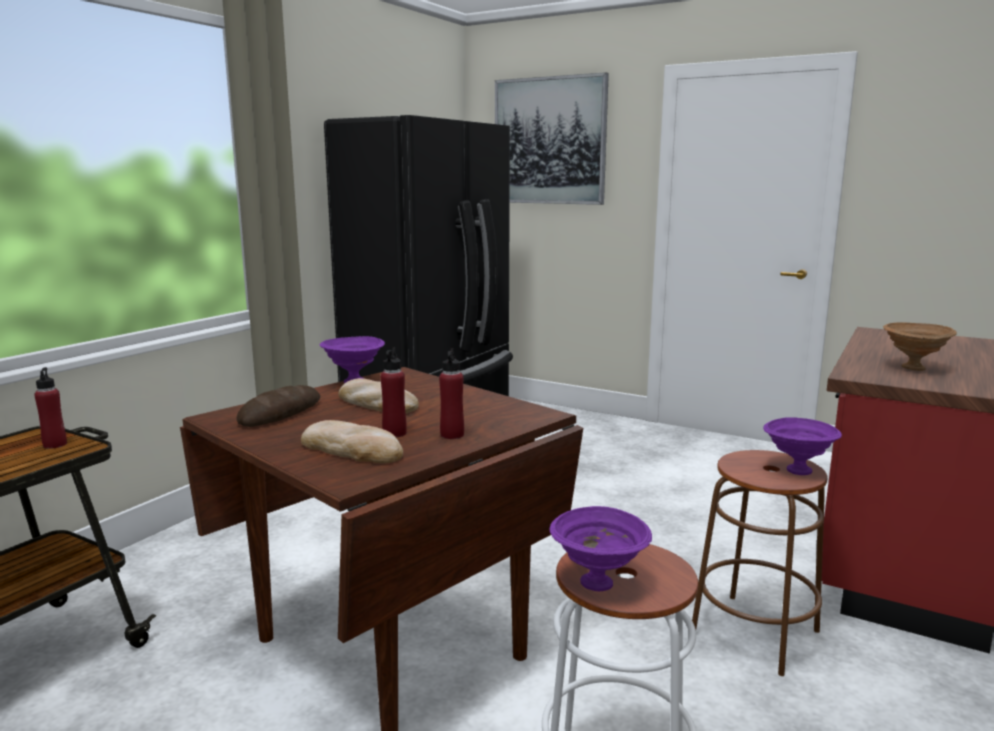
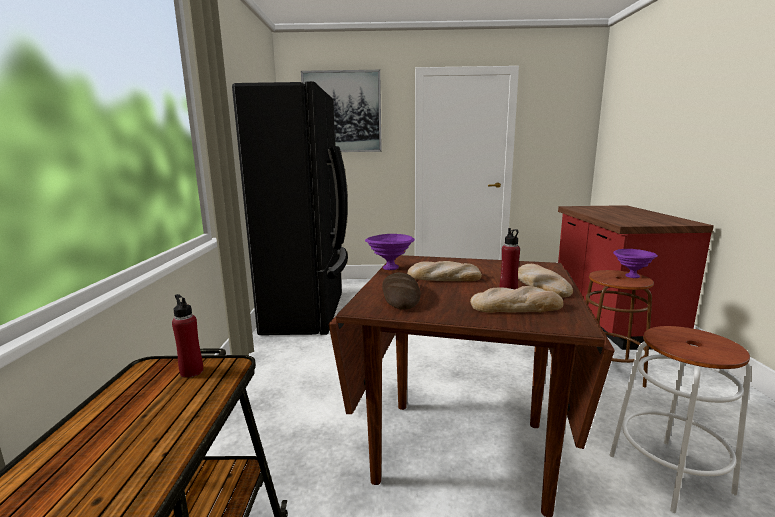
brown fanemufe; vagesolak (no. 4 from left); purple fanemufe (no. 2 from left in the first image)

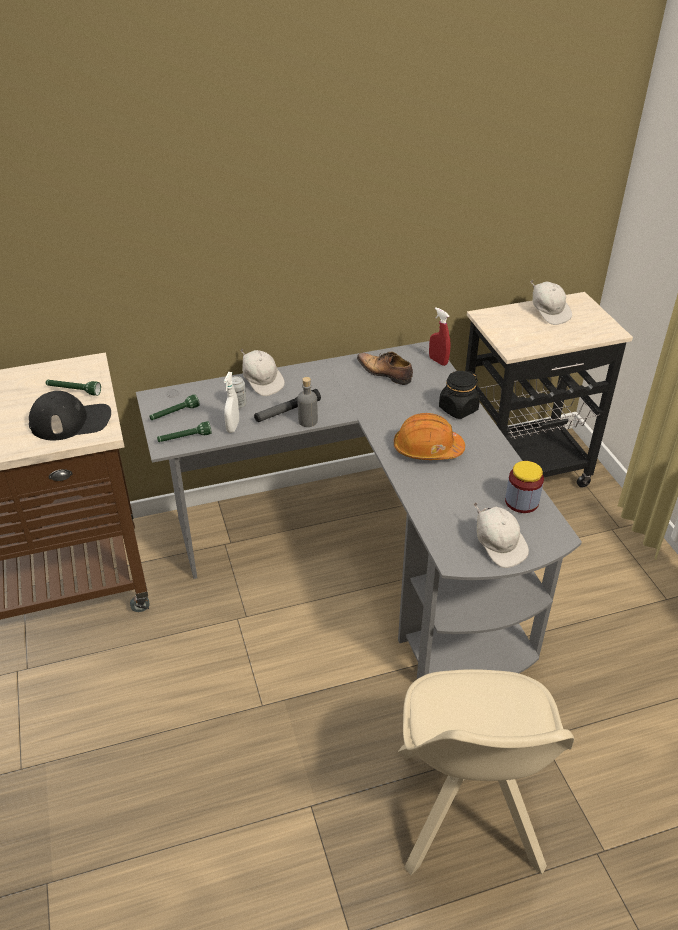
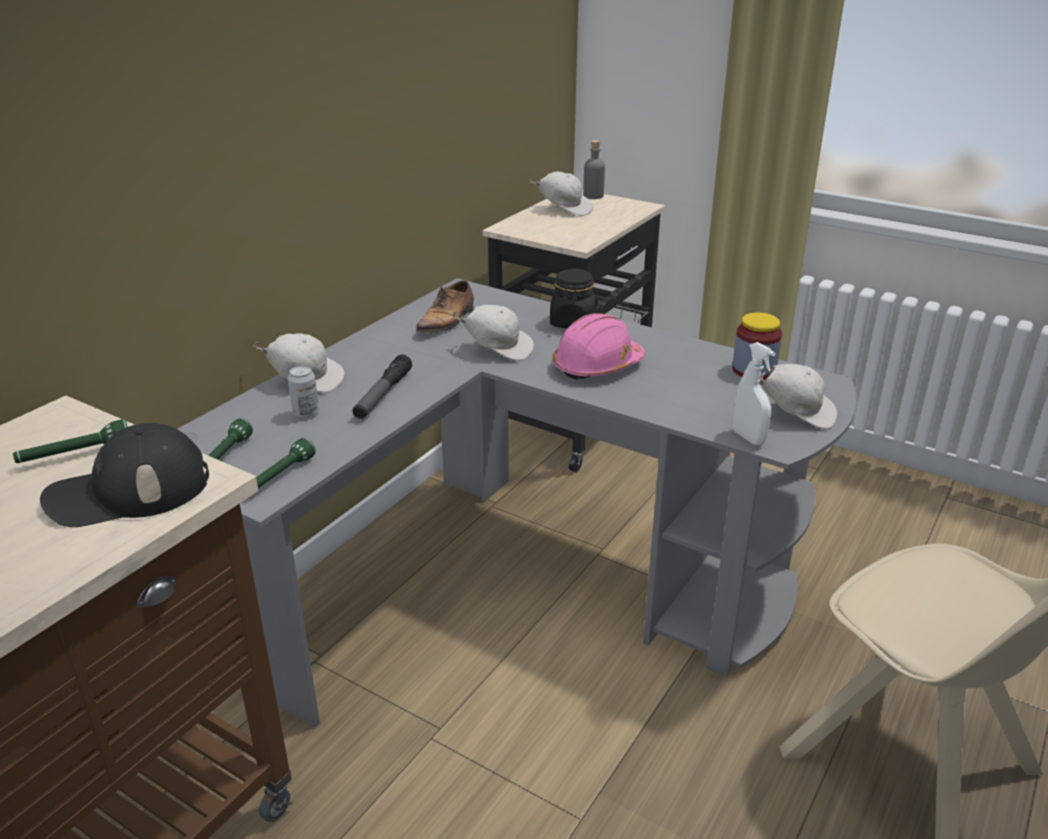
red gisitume; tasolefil; white gisitume; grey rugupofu; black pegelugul; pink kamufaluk; white pegelugul (no. 2 from left)

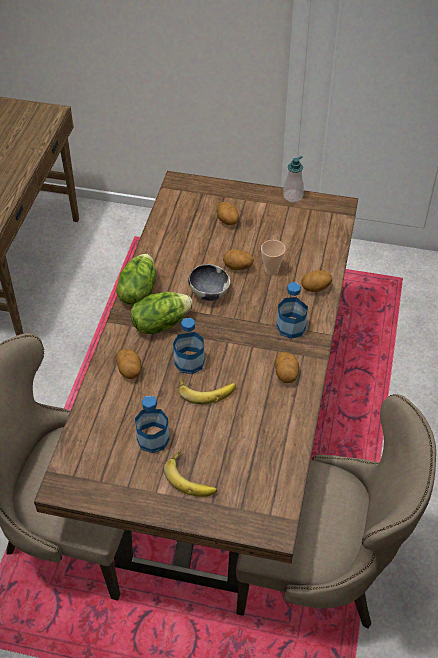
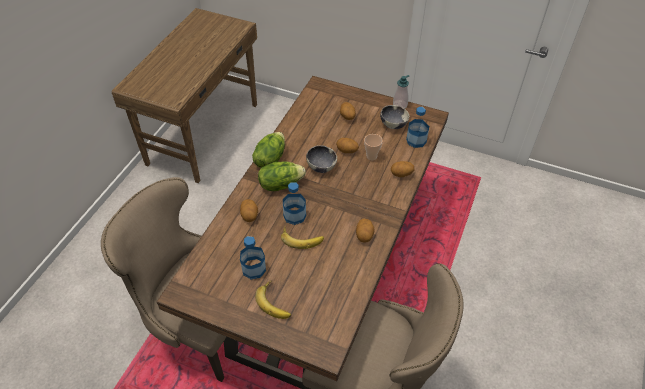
rugupofu (no. 3 from left); fanemufe (no. 2 from left)

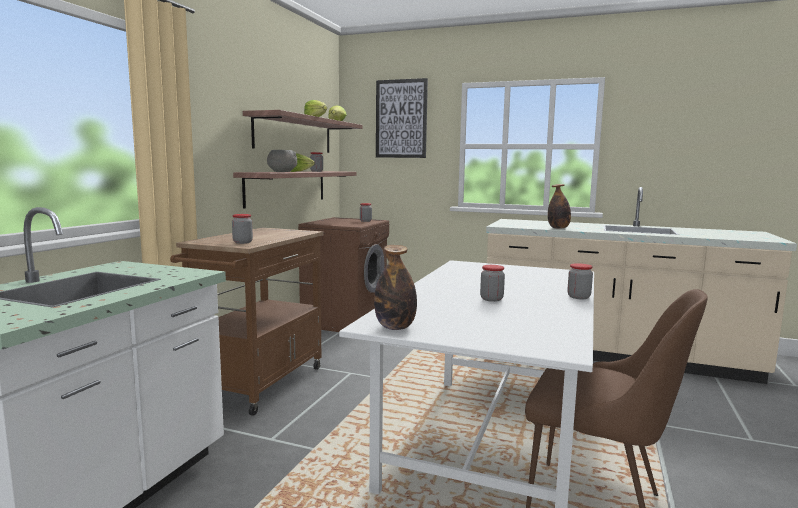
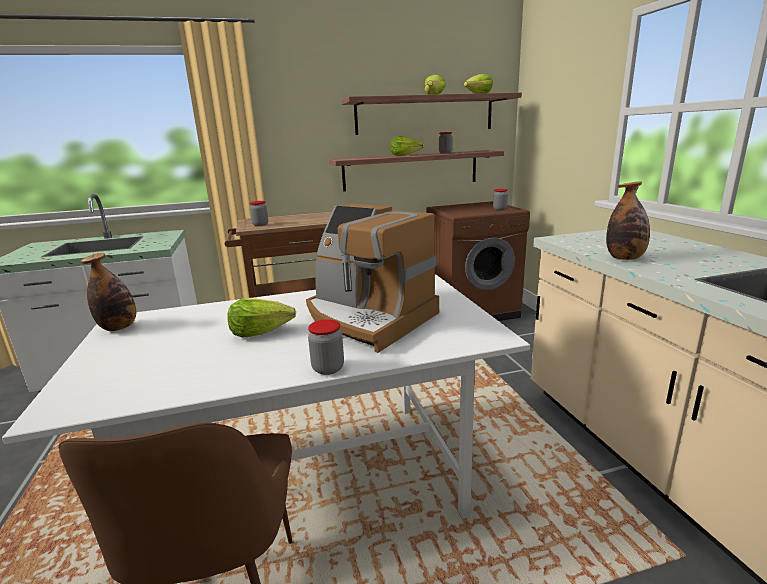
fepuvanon; grey fanemufe; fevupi (no. 1 from left); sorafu

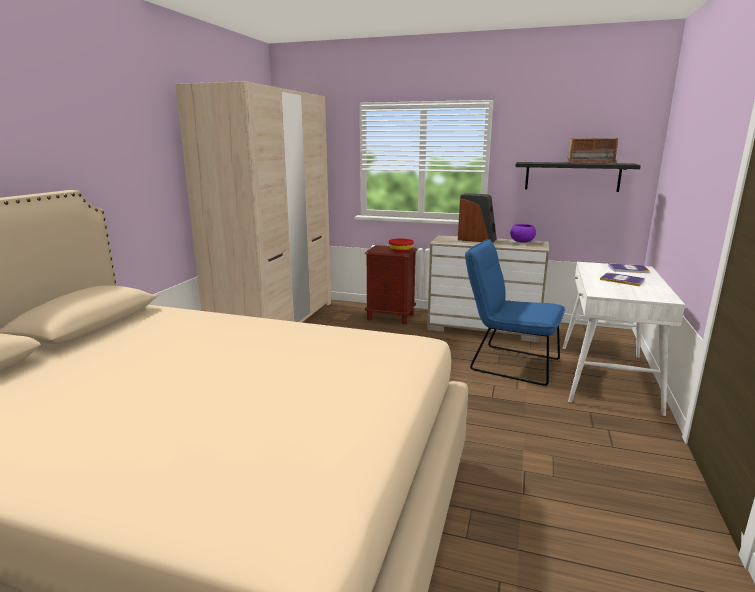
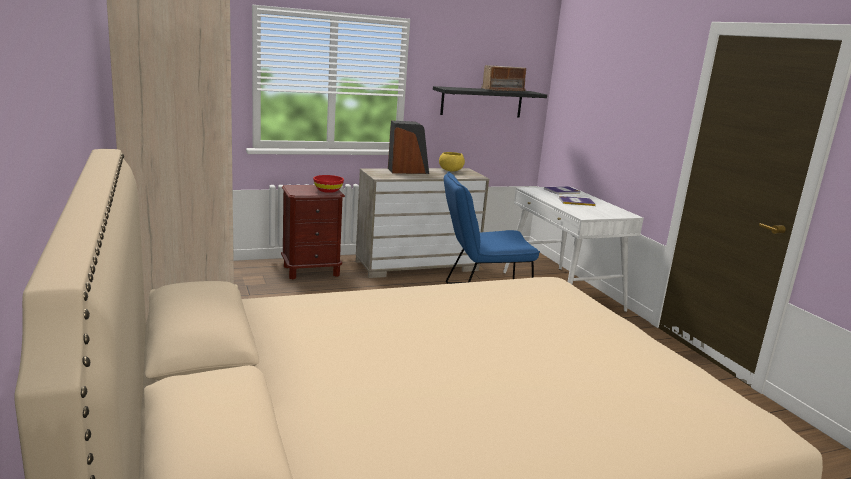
yellow fanemufe

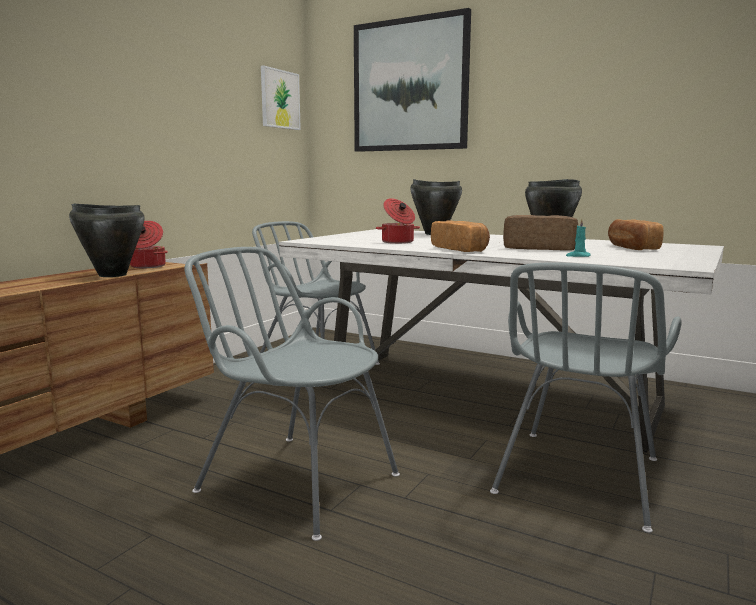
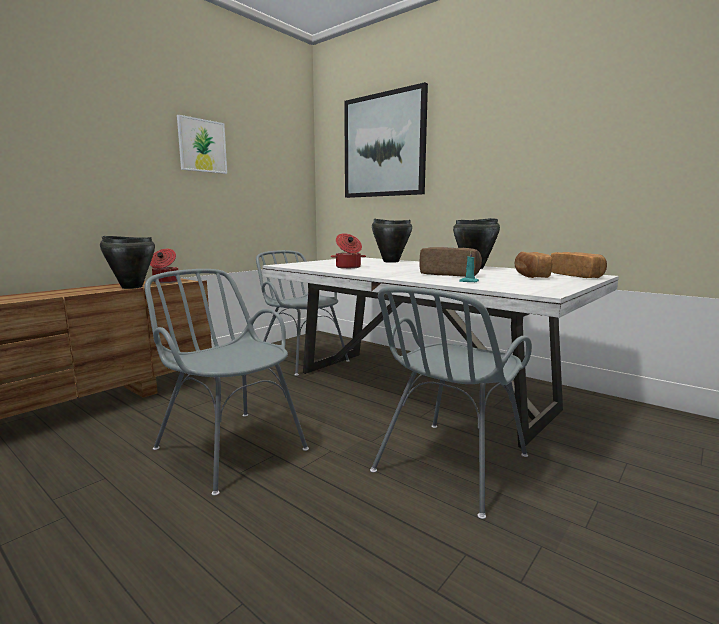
fepuvanon (no. 1 from left); vagesolak (no. 3 from left)

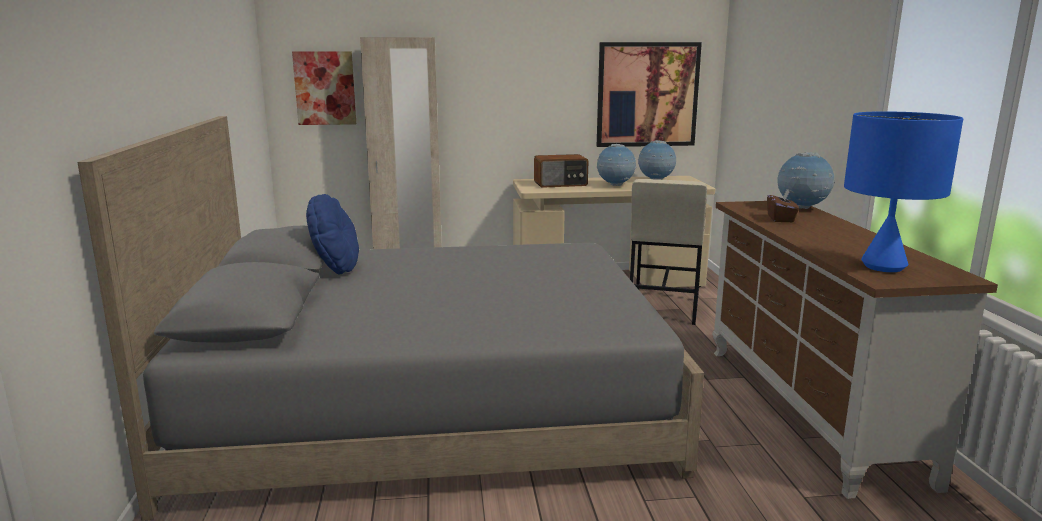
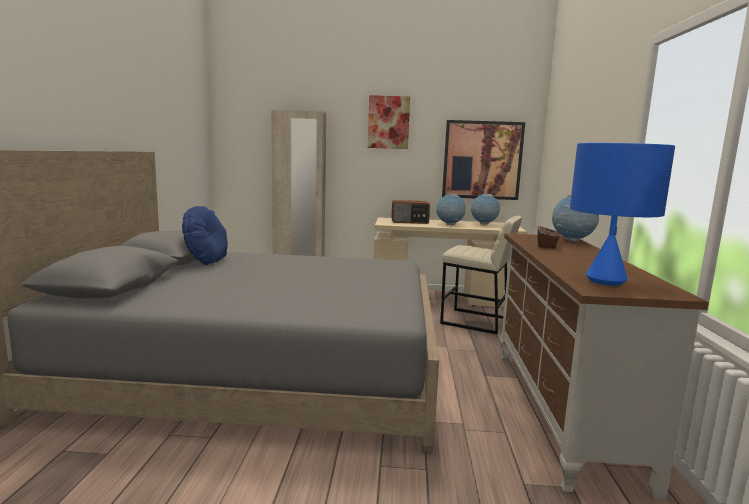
fepuvanon (no. 1 from left); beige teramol

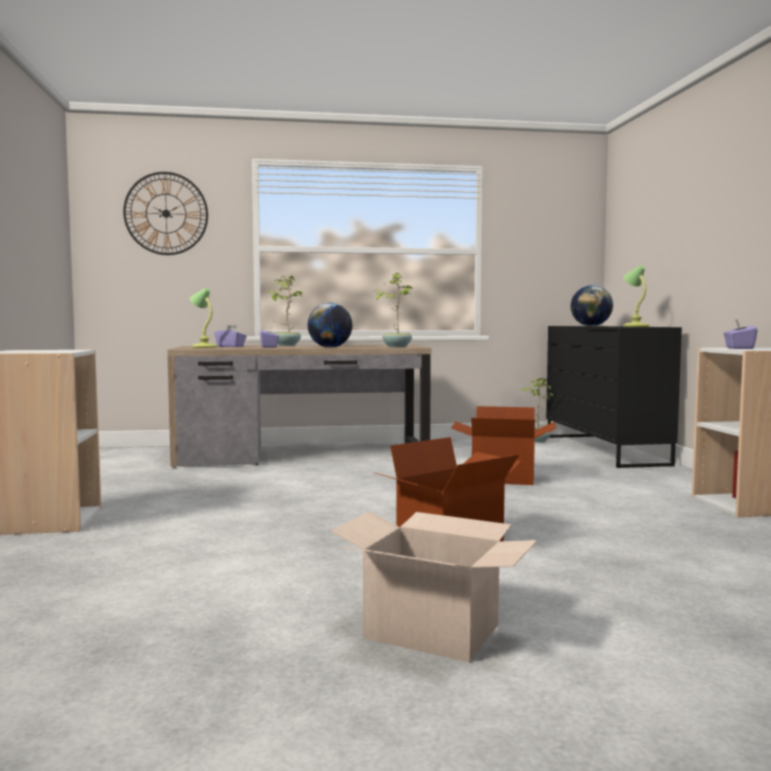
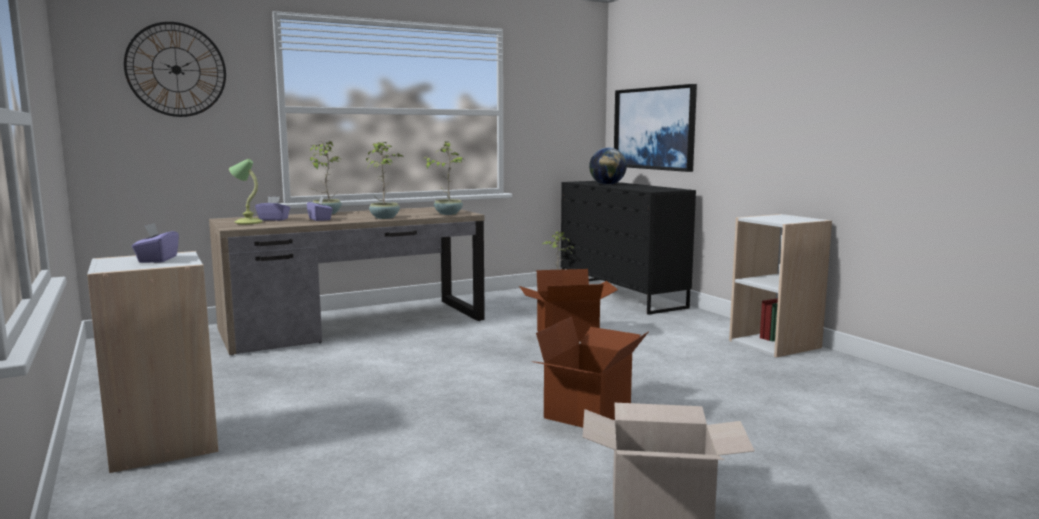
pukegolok (no. 2 from left in the first image); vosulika (no. 2 from left); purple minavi (no. 1 from left); fepuvanon

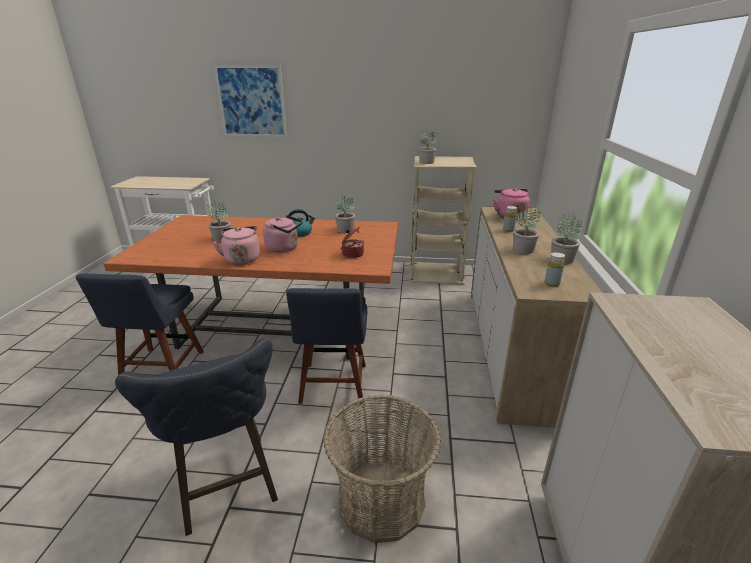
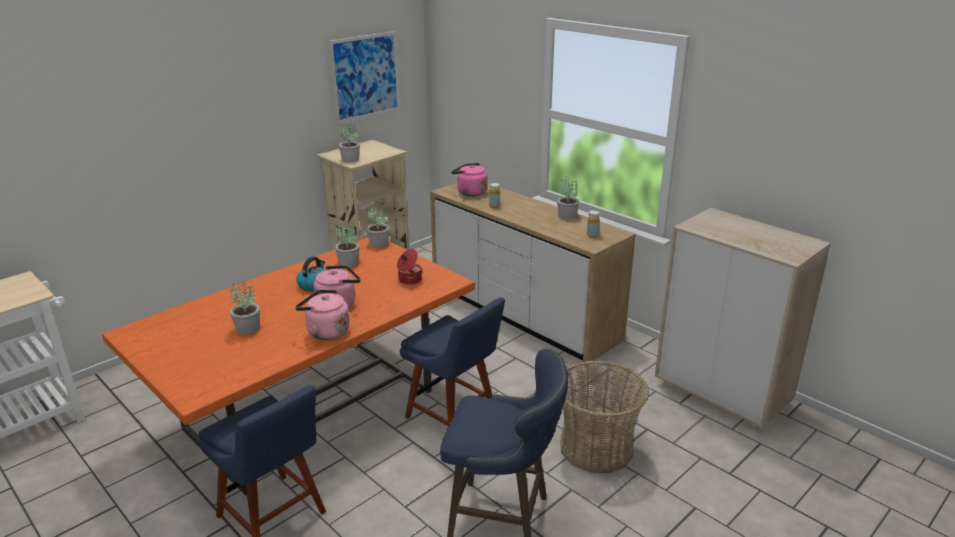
fepuvanon; vosulika (no. 4 from left)

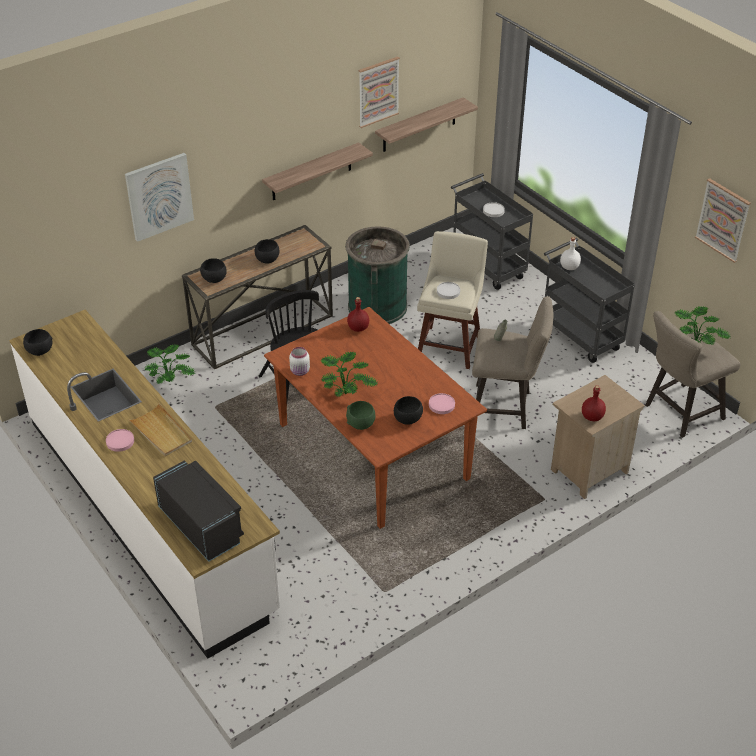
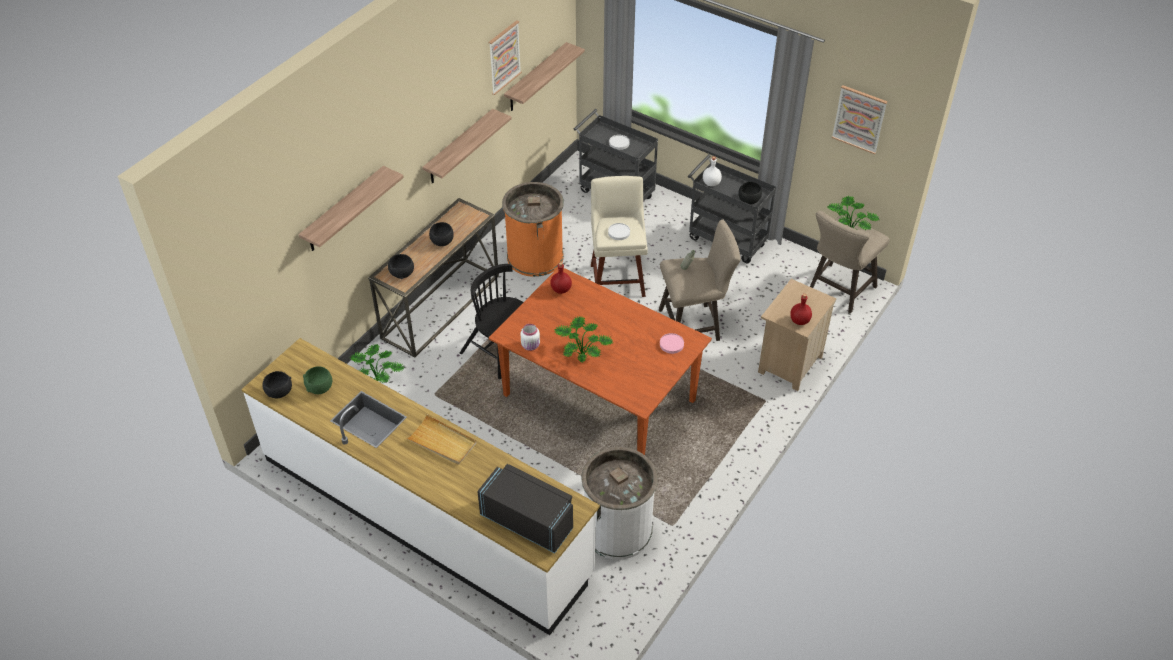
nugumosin (no. 1 from left); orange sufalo; black fanemufe (no. 4 from left); green fanemufe; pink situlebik (no. 1 from left in the first image); white sufalo

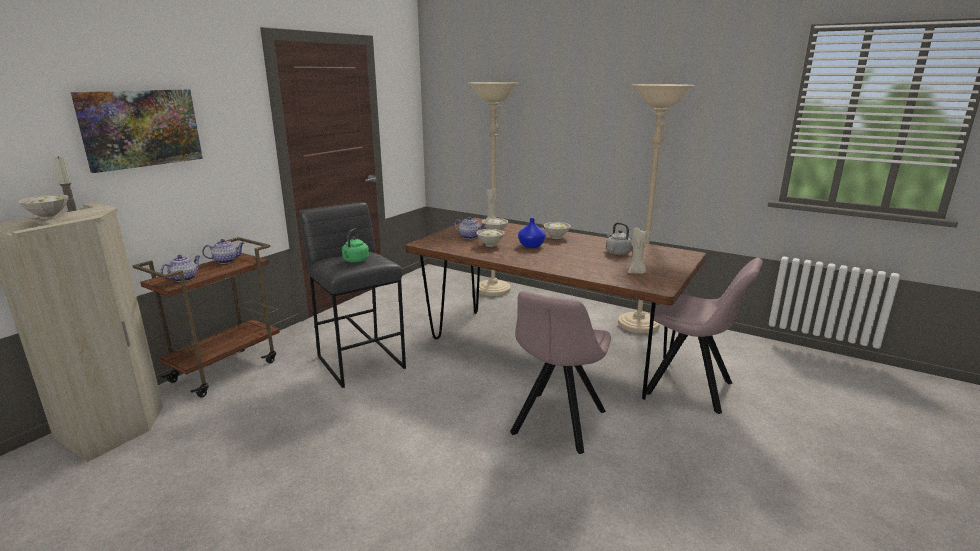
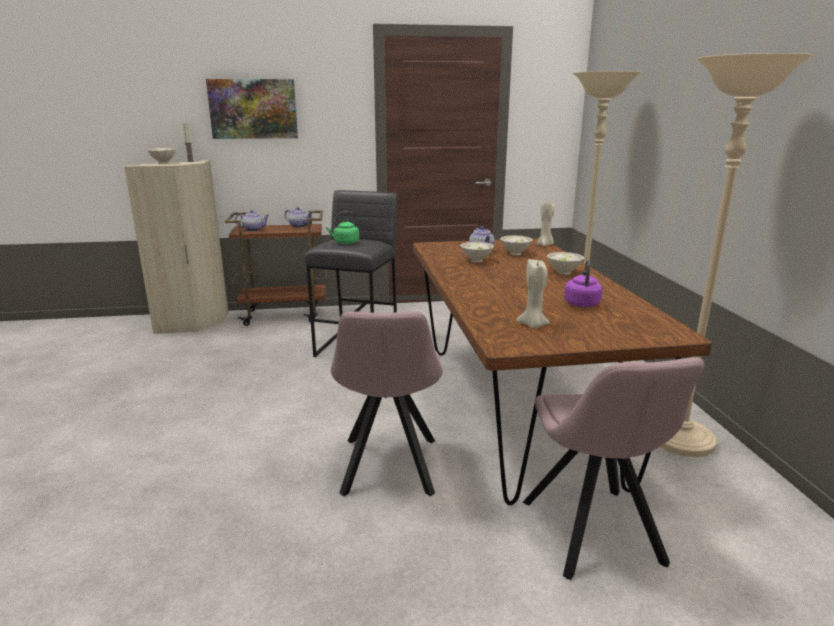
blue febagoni; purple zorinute; pink teramol (no. 1 from left)

